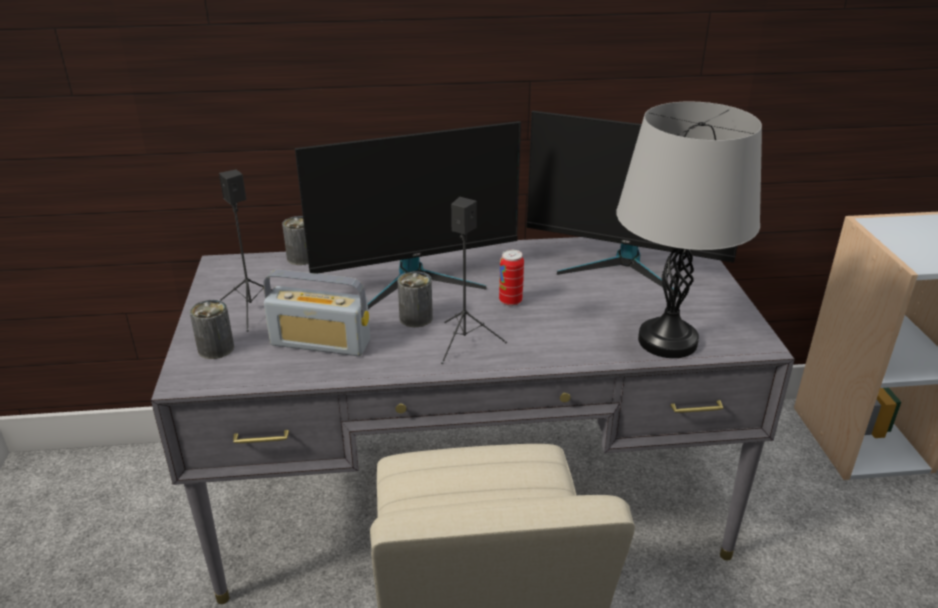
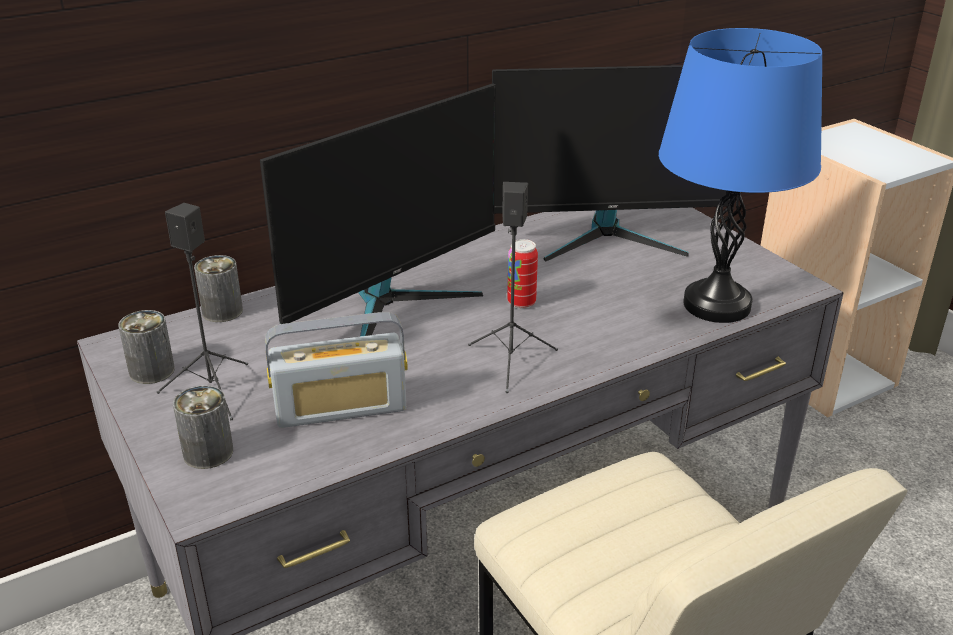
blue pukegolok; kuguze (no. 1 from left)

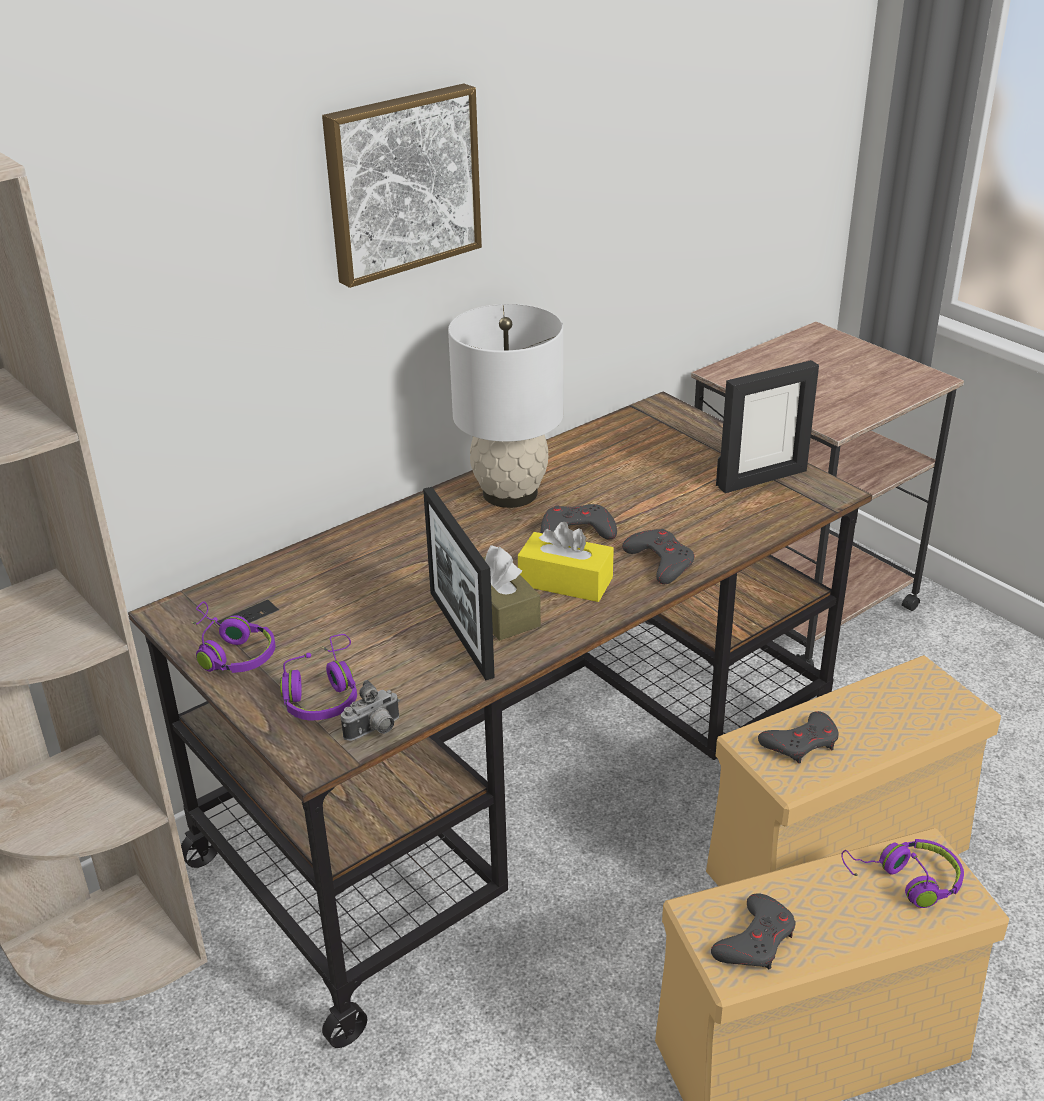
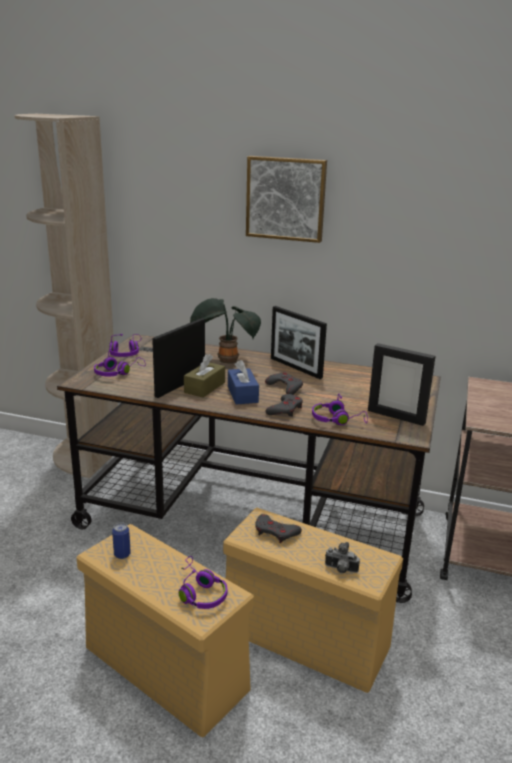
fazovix (no. 2 from left); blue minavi; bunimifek; kuguze; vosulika; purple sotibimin (no. 4 from left)

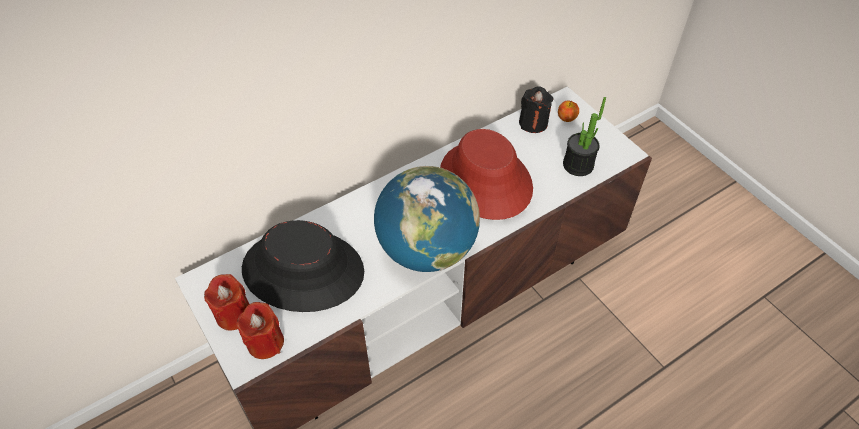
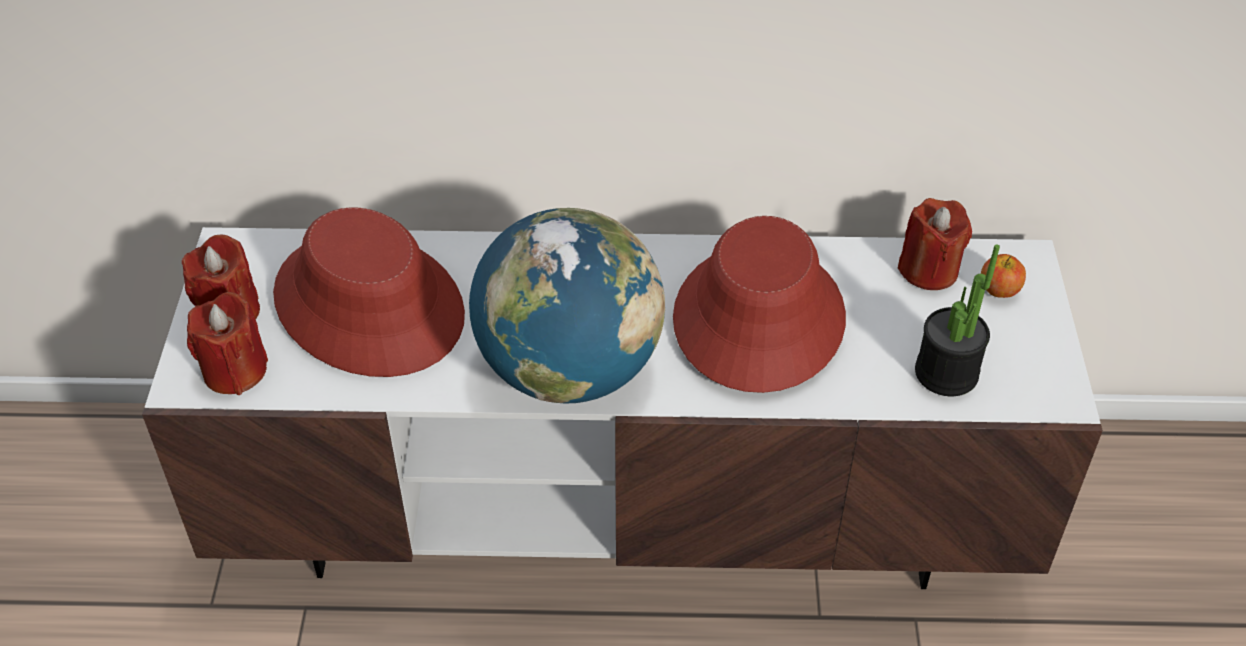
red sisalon (no. 3 from left); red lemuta (no. 1 from left)

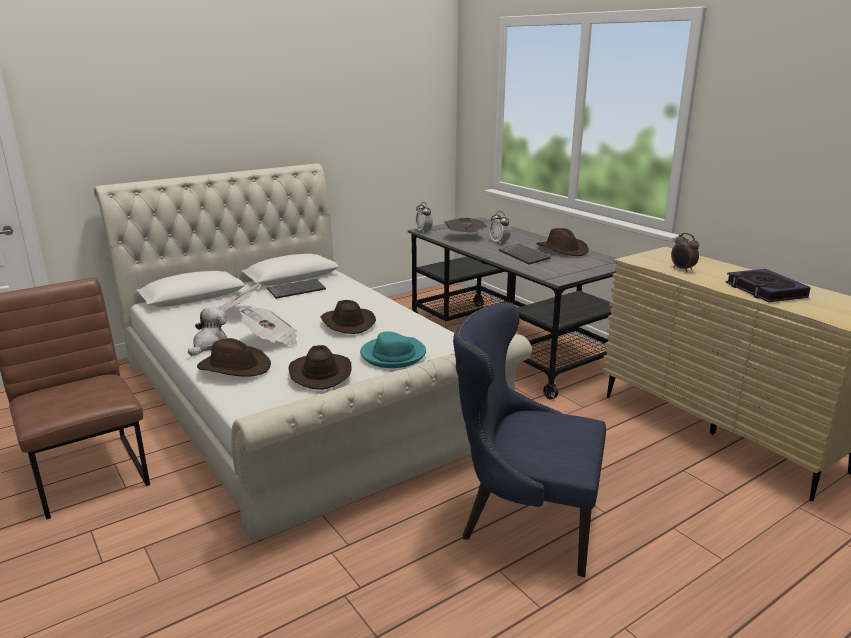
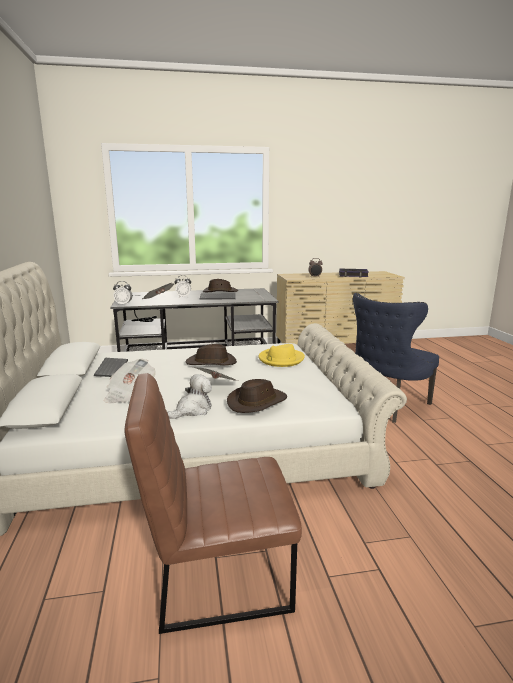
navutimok; yellow lemuta; brown lemuta (no. 2 from left in the first image)

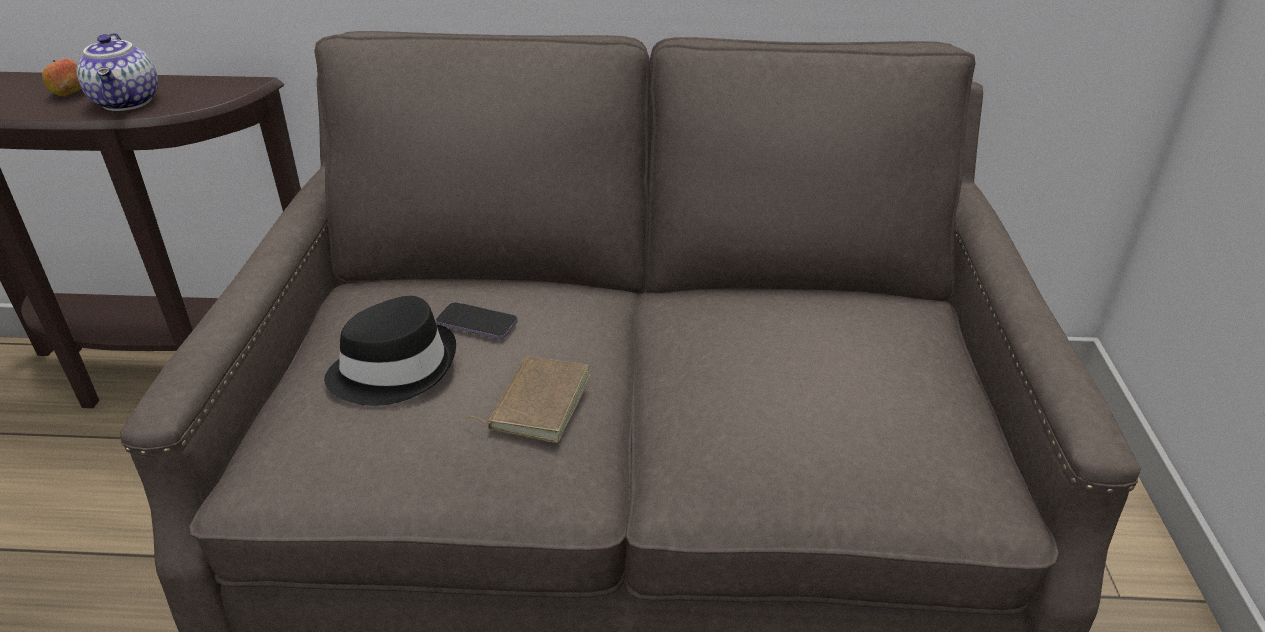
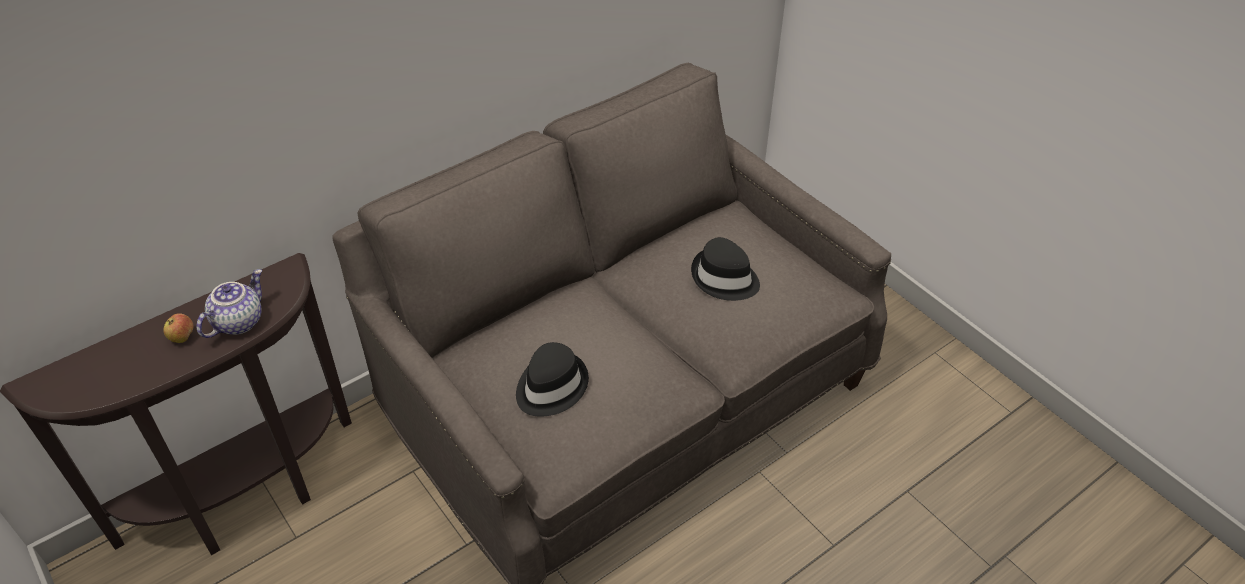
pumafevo; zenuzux; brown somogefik; black lemuta (no. 2 from left)

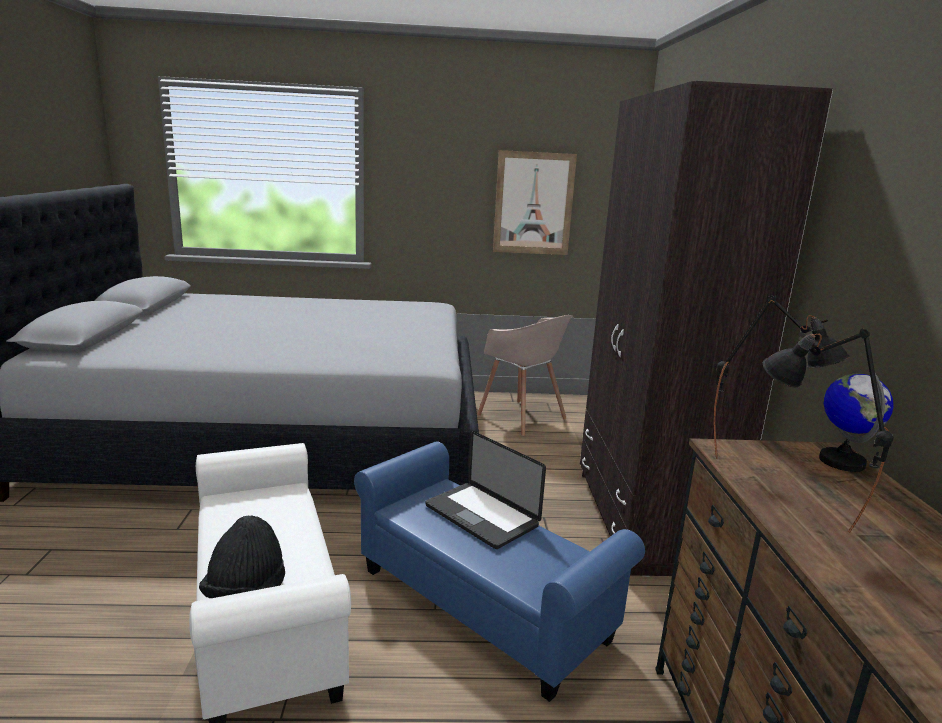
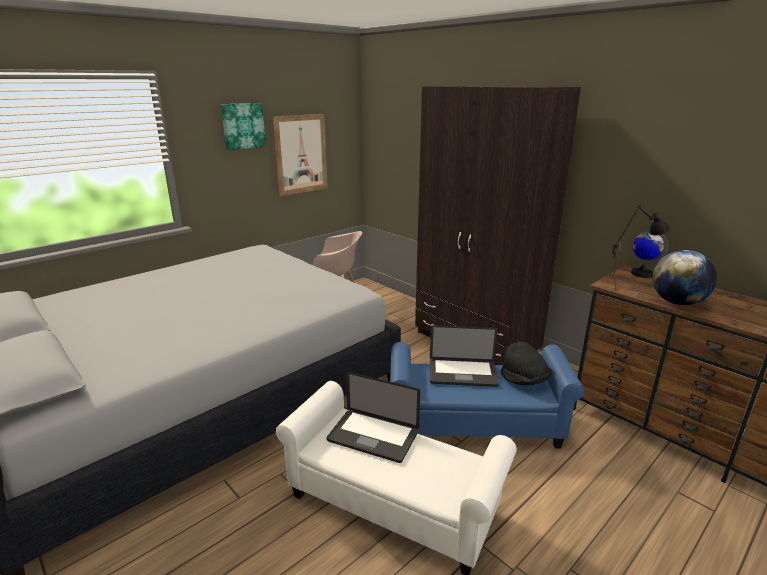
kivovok (no. 2 from left); black lemuta; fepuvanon (no. 1 from left); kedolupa (no. 1 from left)

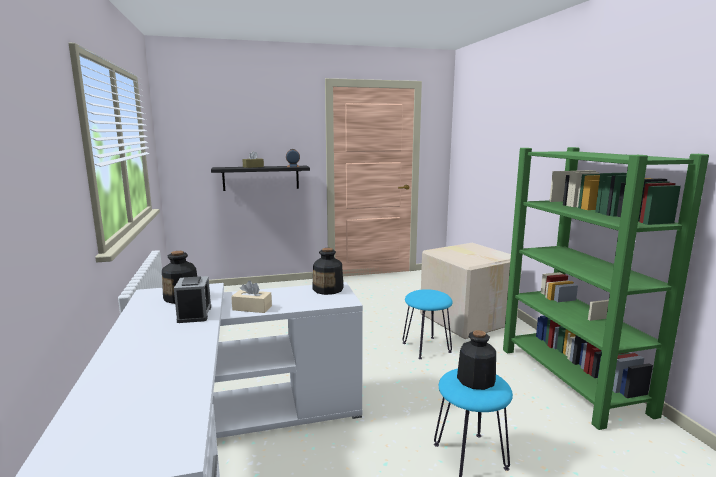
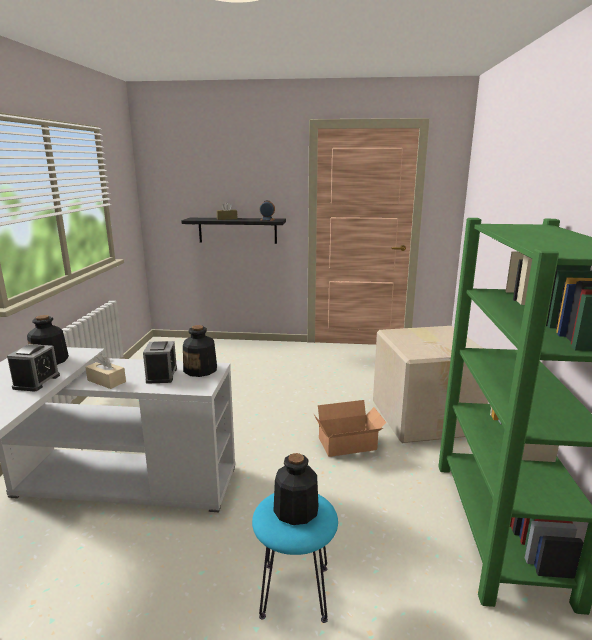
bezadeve (no. 1 from left); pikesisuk (no. 2 from left)

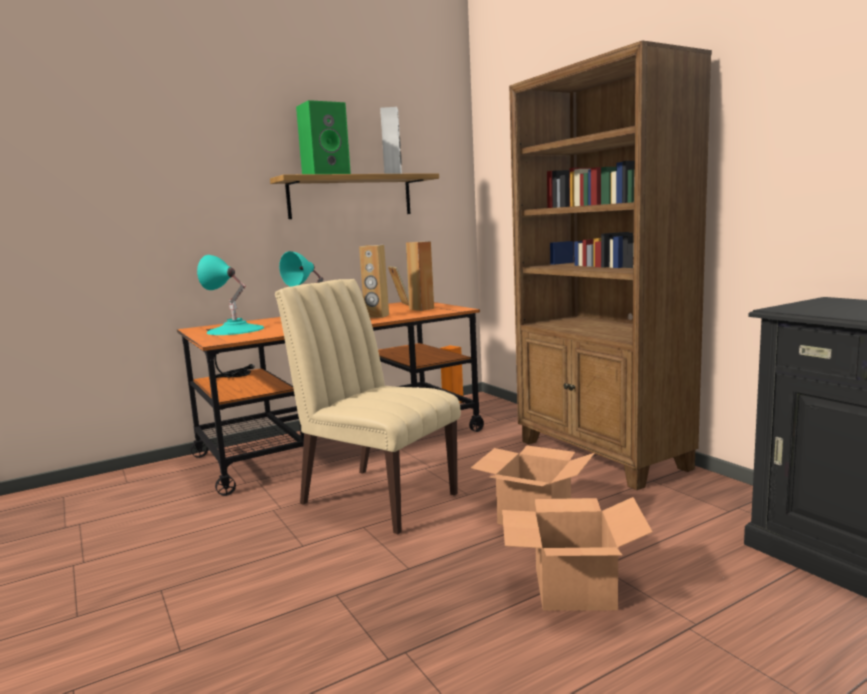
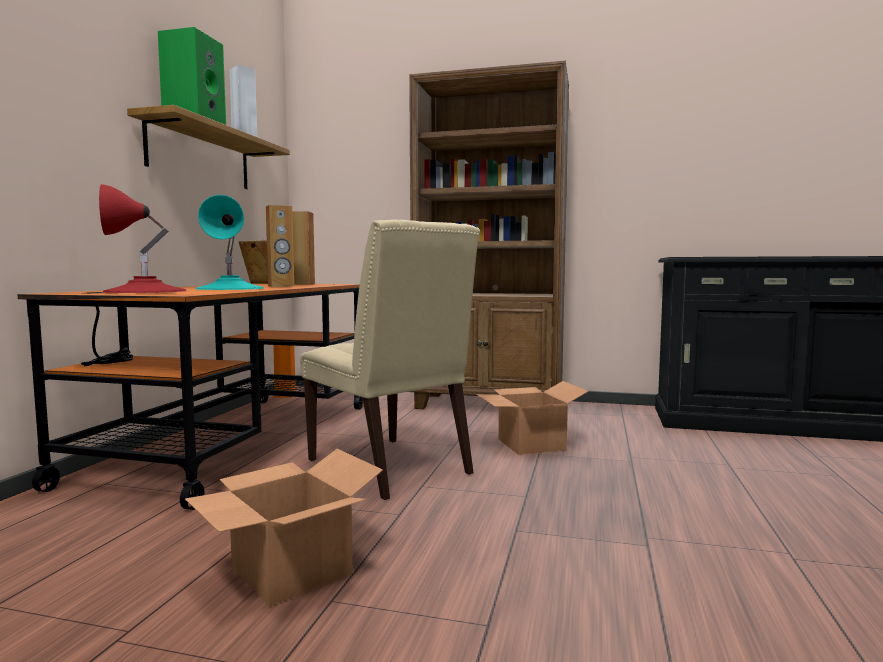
red pukegolok; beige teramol; bezadeve (no. 1 from left)

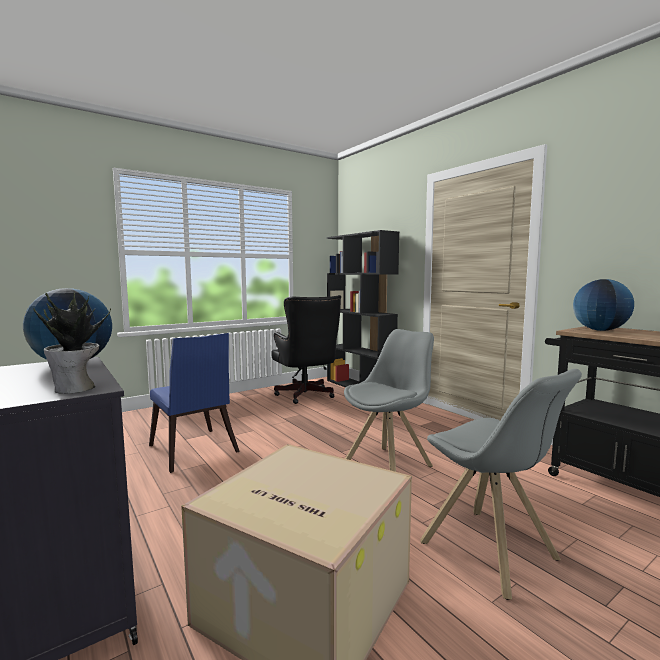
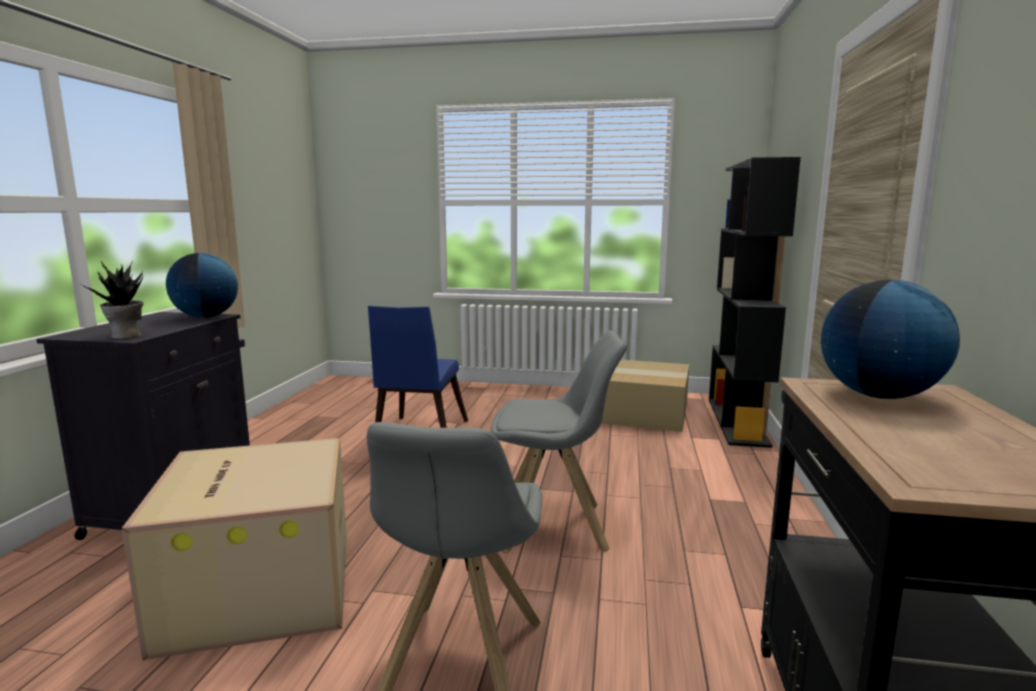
bezadeve (no. 2 from left)

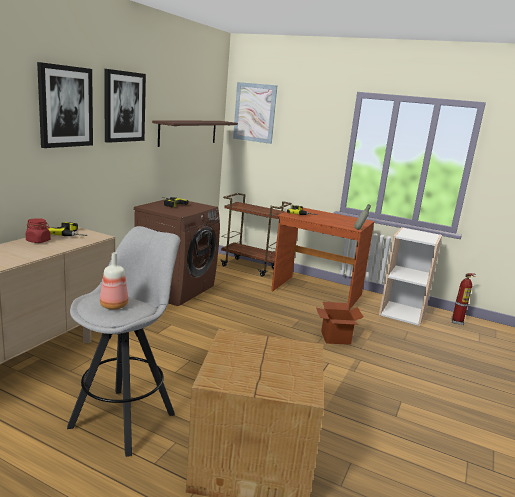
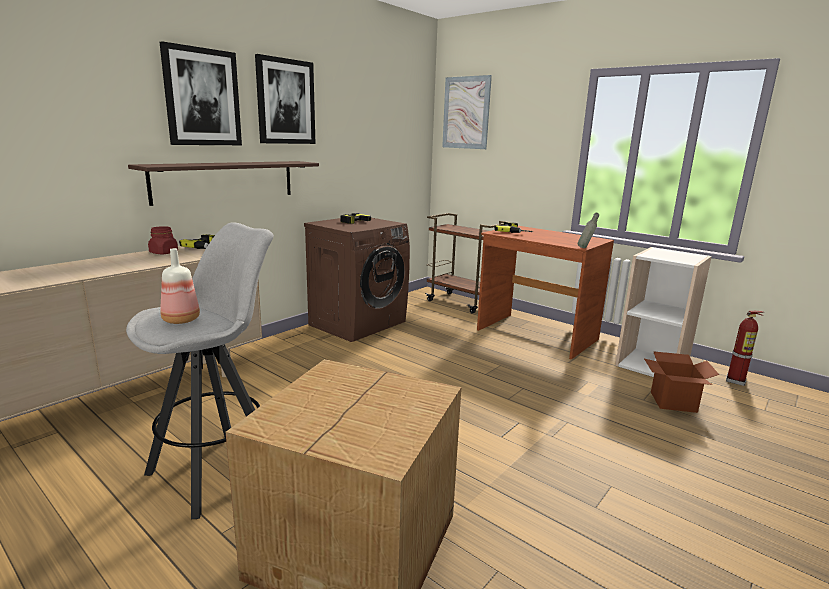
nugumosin; bezadeve (no. 2 from left)

